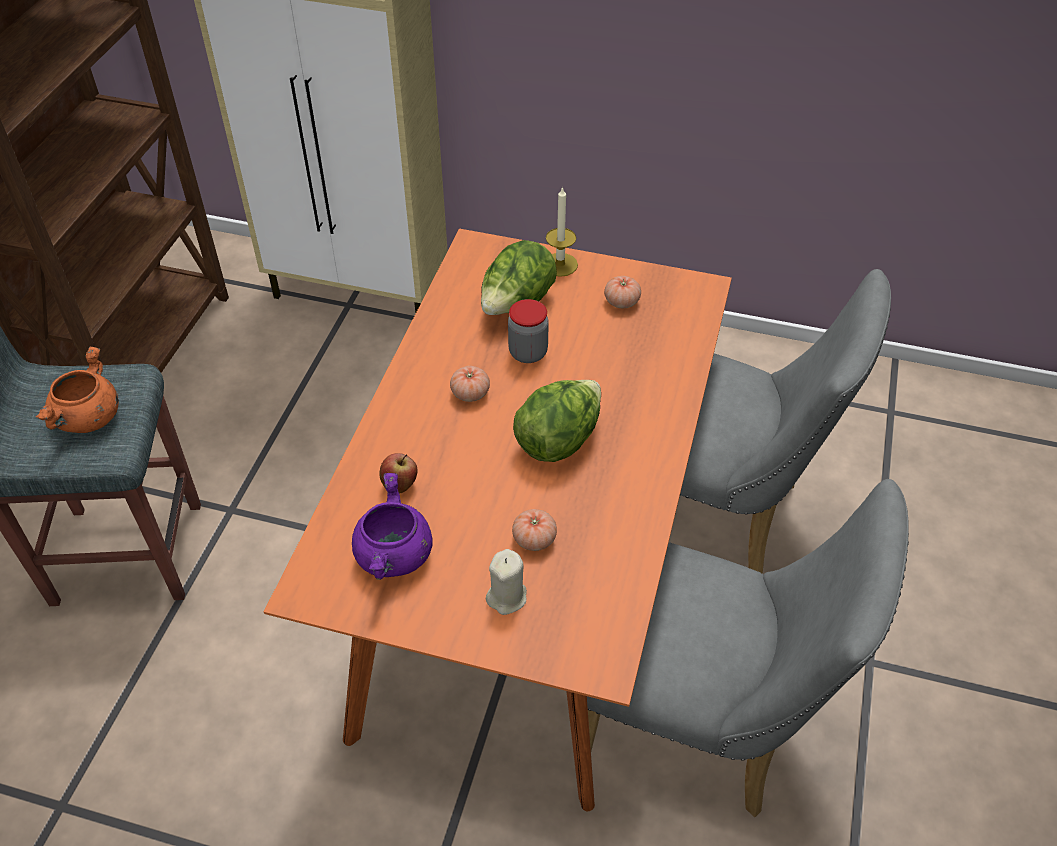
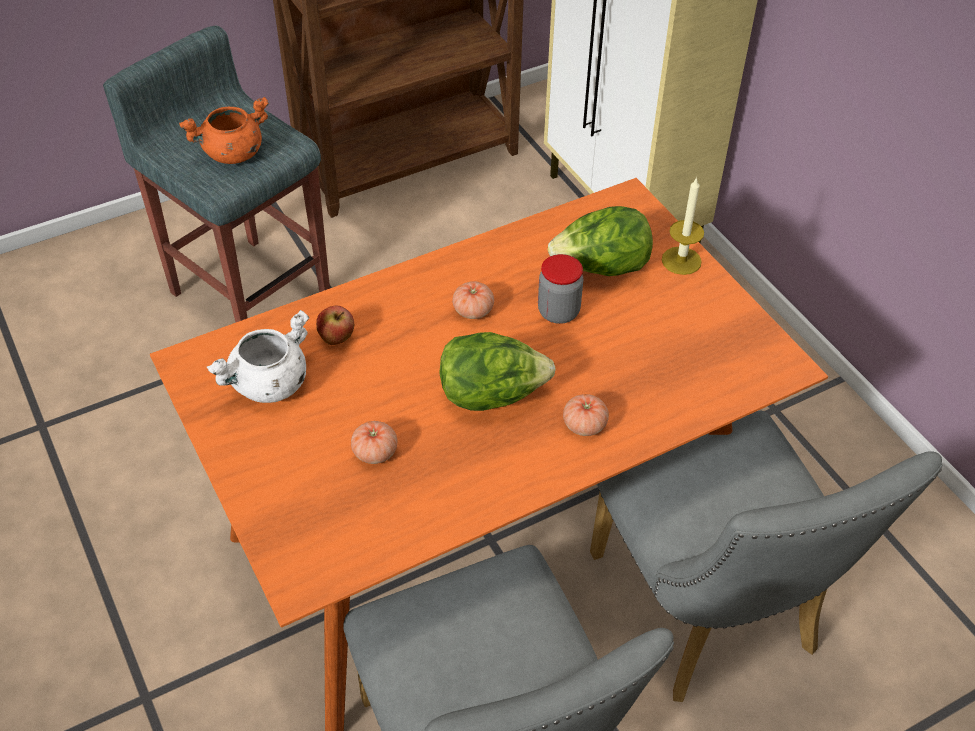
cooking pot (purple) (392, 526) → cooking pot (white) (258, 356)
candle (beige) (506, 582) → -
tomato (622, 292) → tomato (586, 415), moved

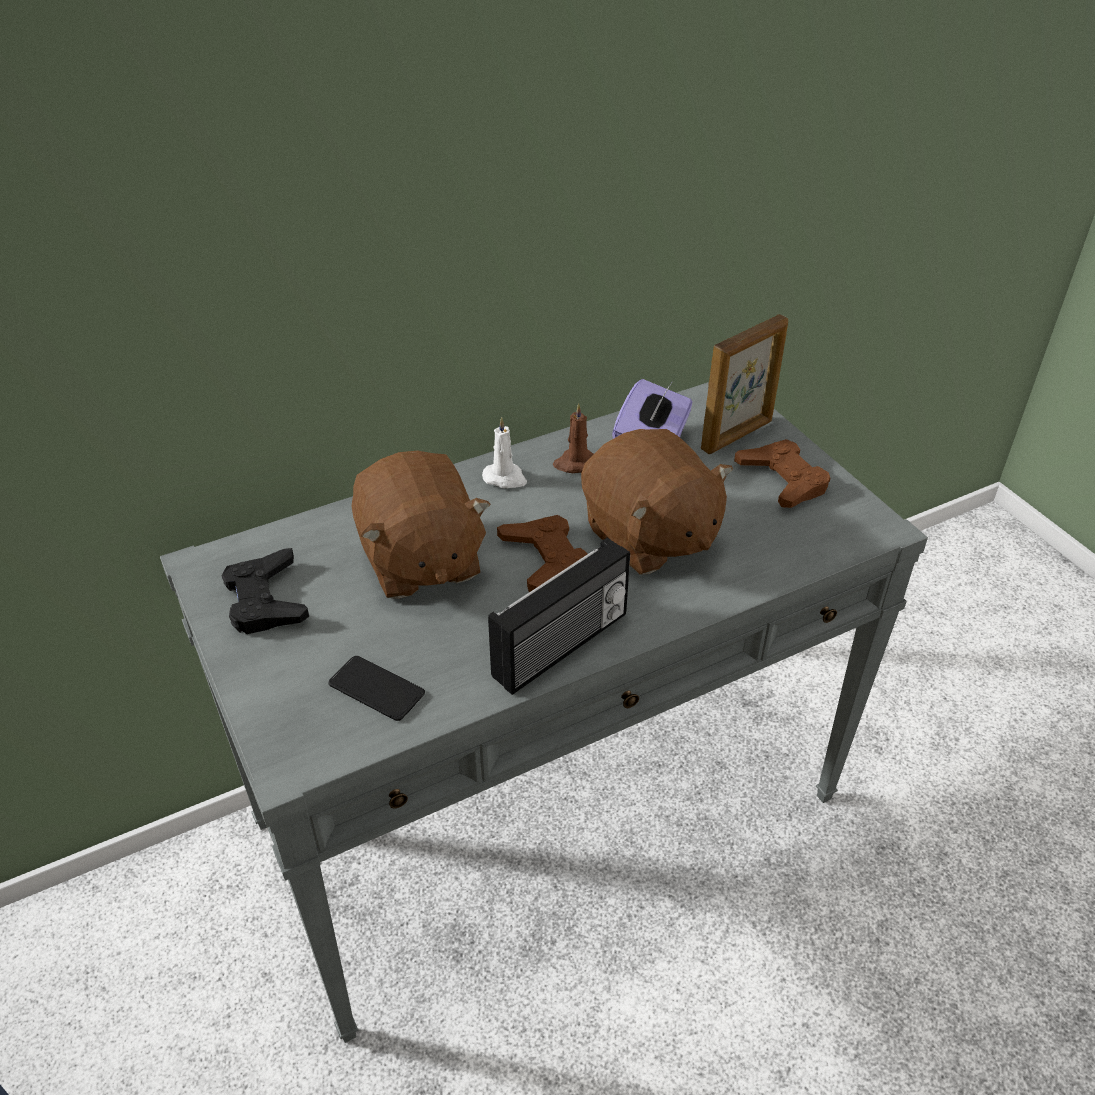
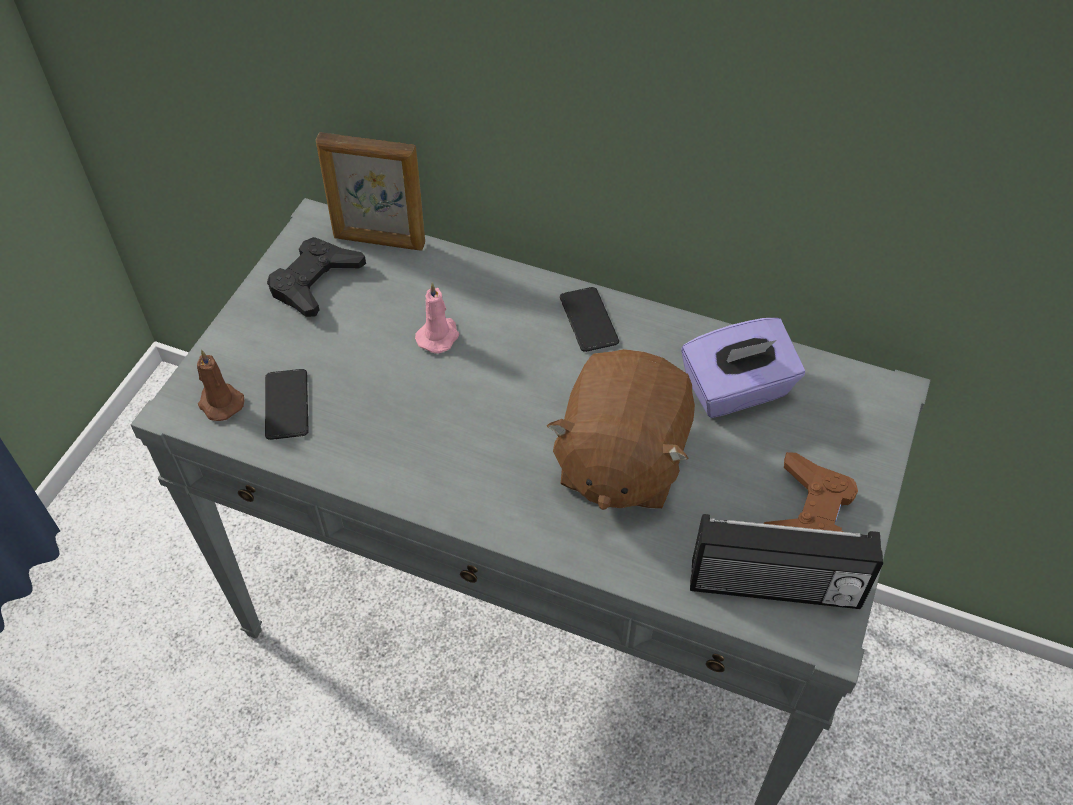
plush toy (brown) (421, 525) → candle (pink) (437, 317)
candle (white) (504, 453) → phone (589, 319)
radio (559, 616) → radio (786, 561), moved
game controller (brown) (542, 553) → -
candle (brown) (573, 438) → candle (brown) (220, 385), moved
picture frame (744, 384) → picture frame (370, 191), moved

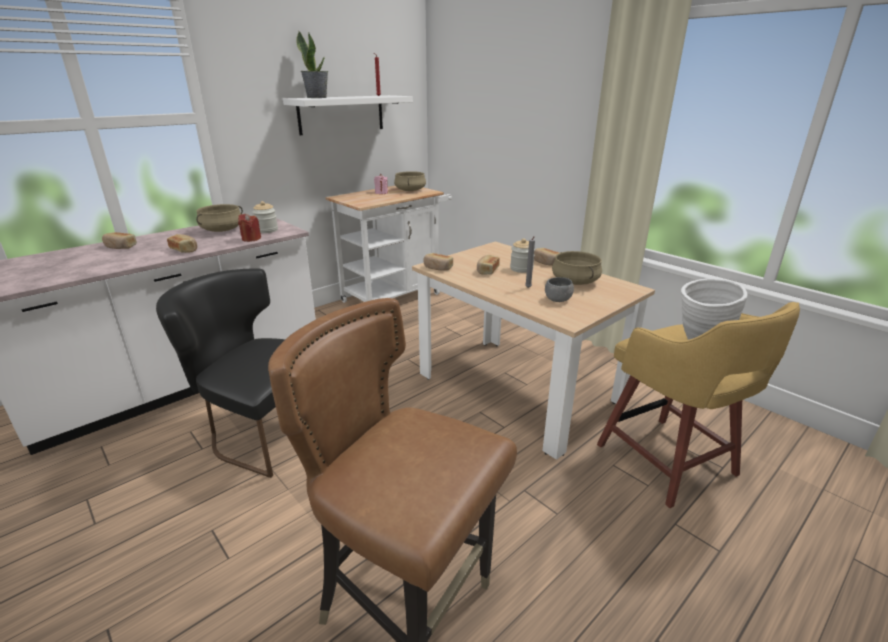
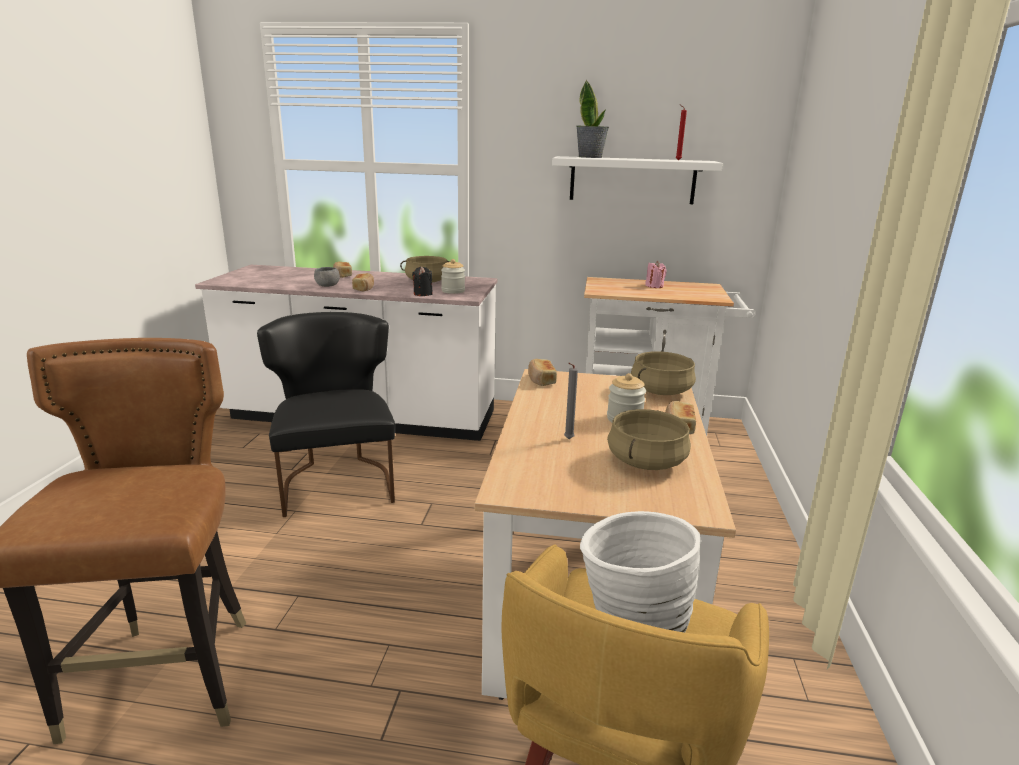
candle (red) (249, 227) → candle (black) (422, 281)
cooking pot (beige) (410, 181) → cooking pot (beige) (663, 373), moved
bread (488, 265) → -
bowl (grey) (559, 289) → bowl (grey) (327, 277), moved

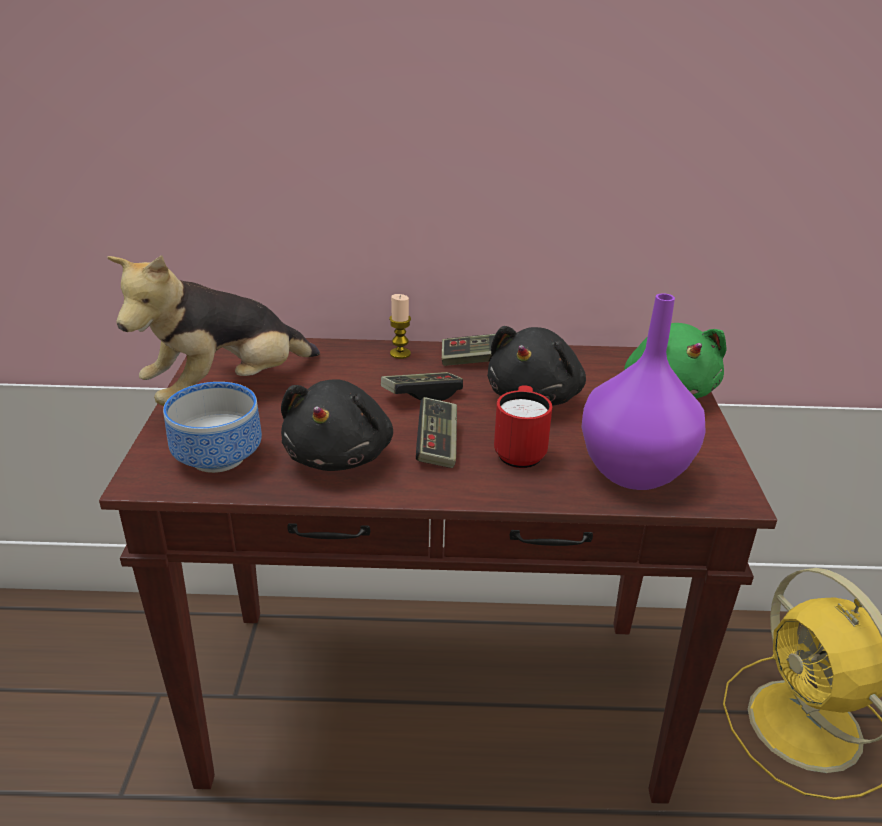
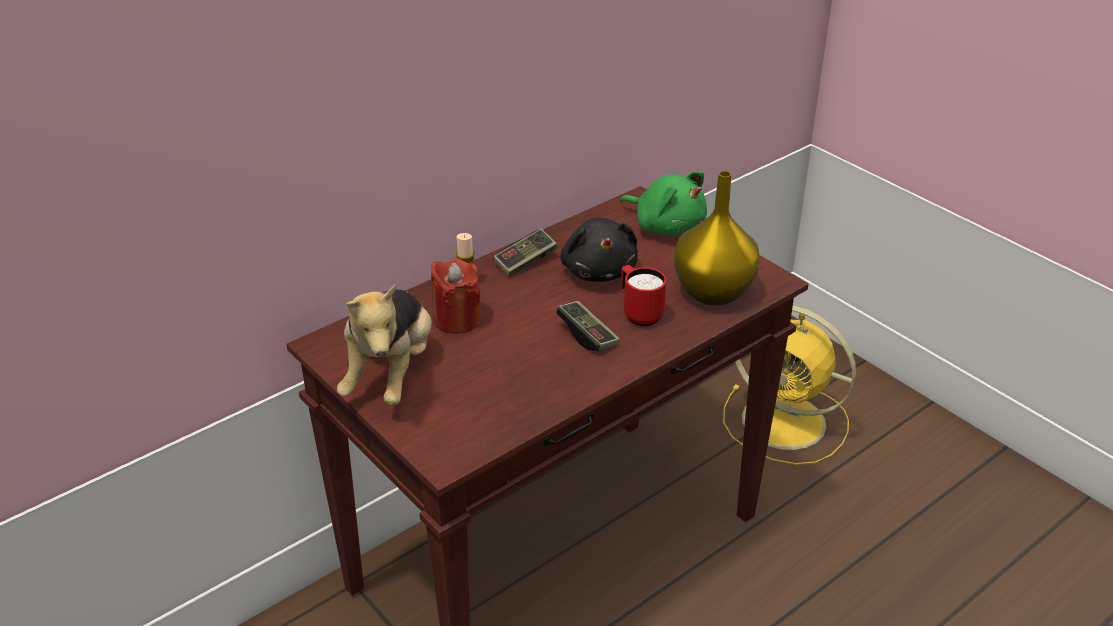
bowl (212, 427) → -
plush toy (black) (337, 425) → -
game controller (422, 386) → -
vase (purple) (643, 391) → vase (yellow) (717, 238)
- → candle (red) (456, 296)

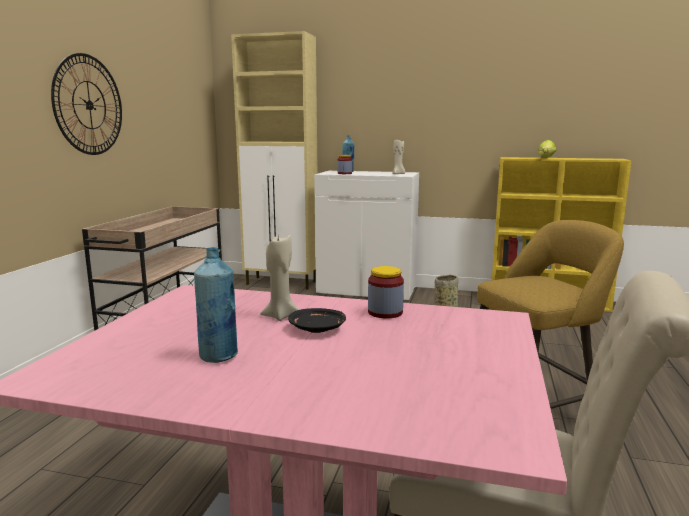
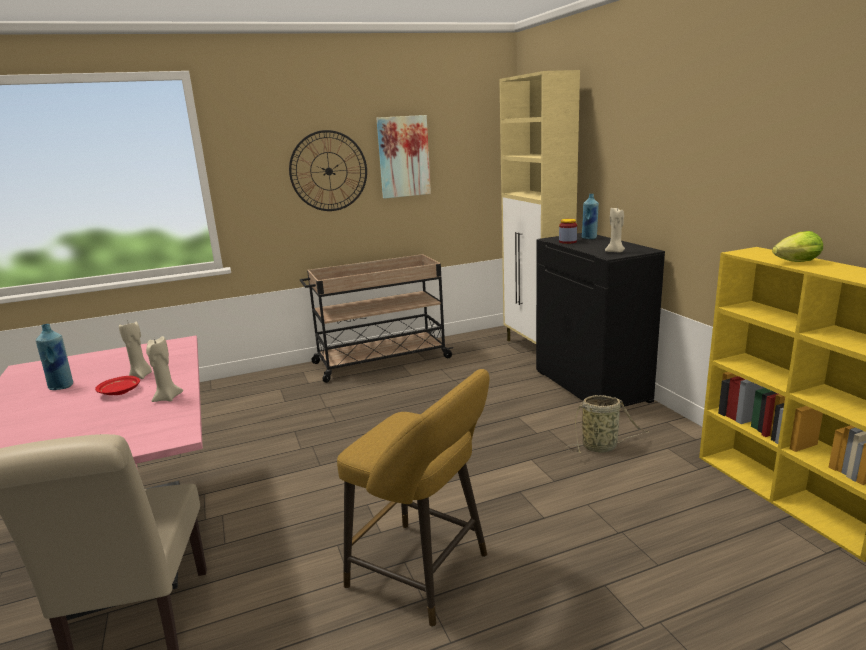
plate (black) (317, 320) → plate (red) (117, 385)
cabinet (white) (366, 236) → cabinet (black) (600, 320)
jar (386, 292) → candle (beige) (164, 369)
- → picture (403, 157)

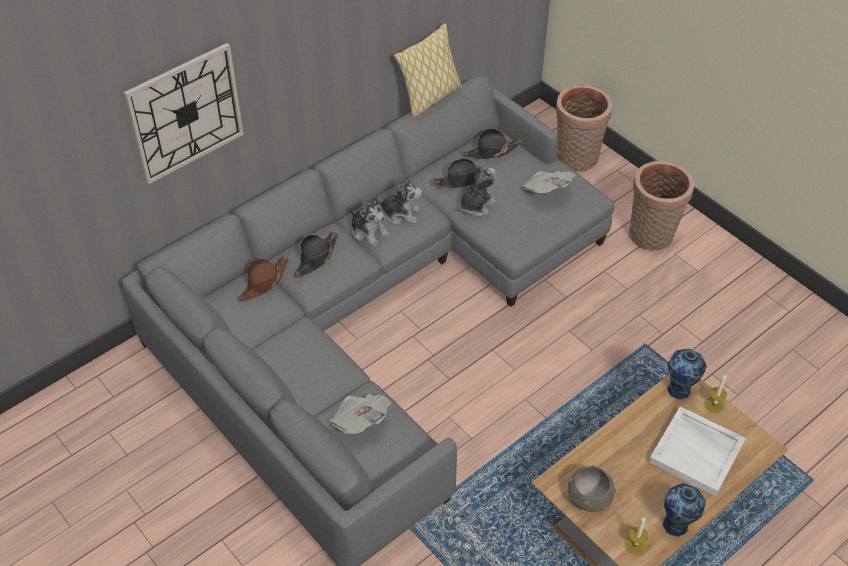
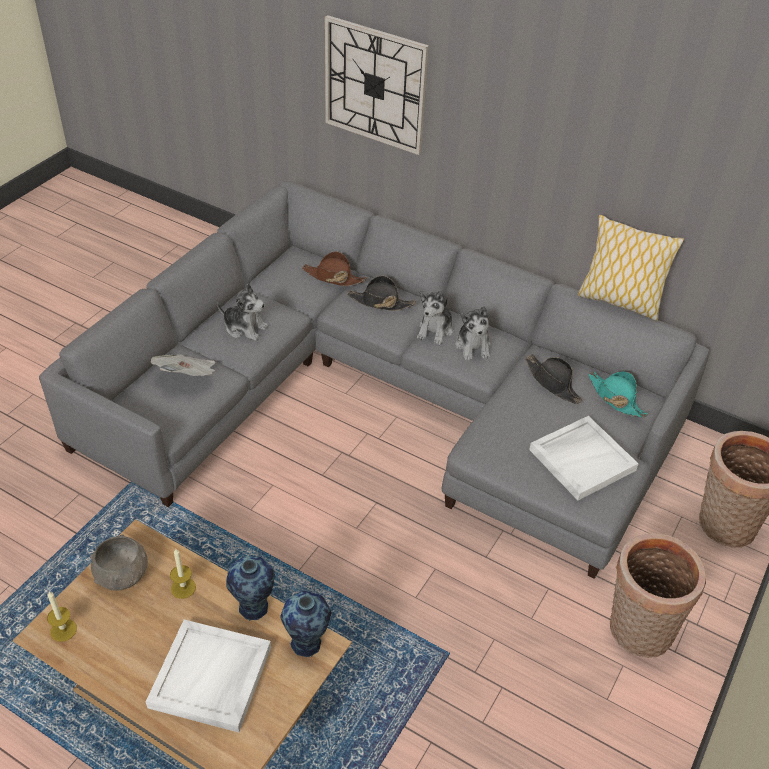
plush toy (478, 190) → plush toy (242, 312), moved
hat (black) (492, 143) → hat (turquoise) (618, 394)
newspaper (549, 182) → tray (white) (584, 458)
vase (684, 510) → vase (250, 588), moved
candle (716, 393) → candle (183, 574), moved

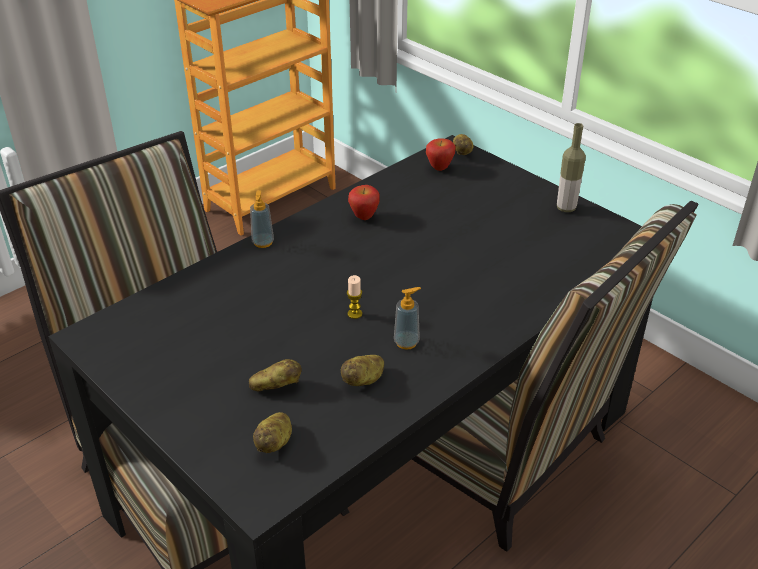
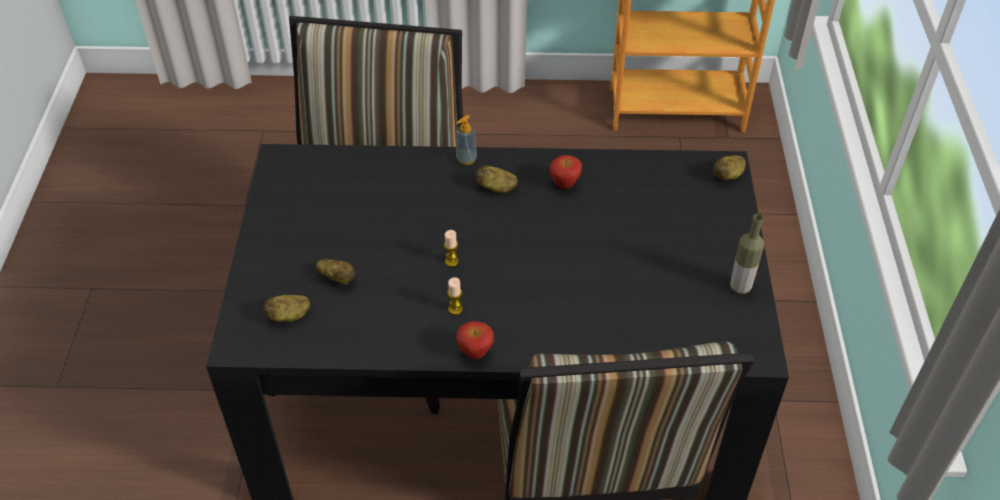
potato (362, 370) → potato (497, 179), moved
soap dispenser (407, 318) → candle (455, 296)
apple (441, 154) → apple (475, 340), moved

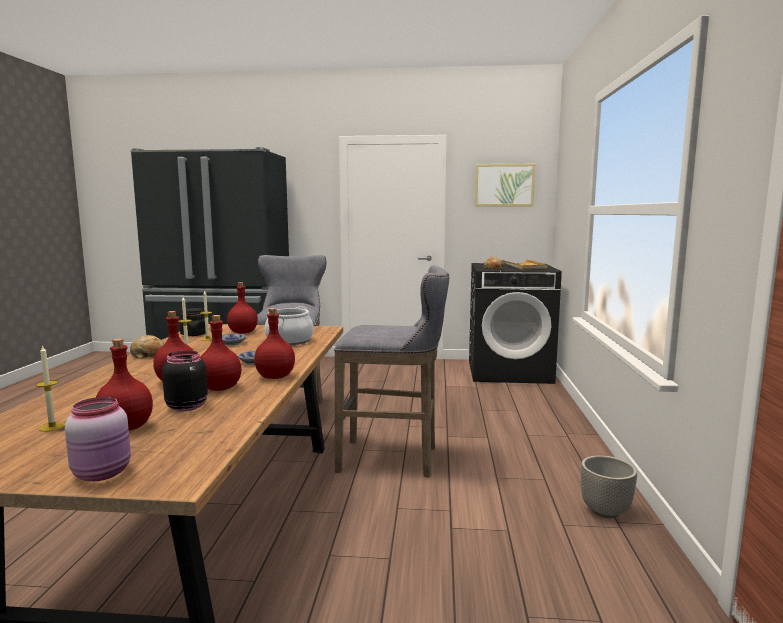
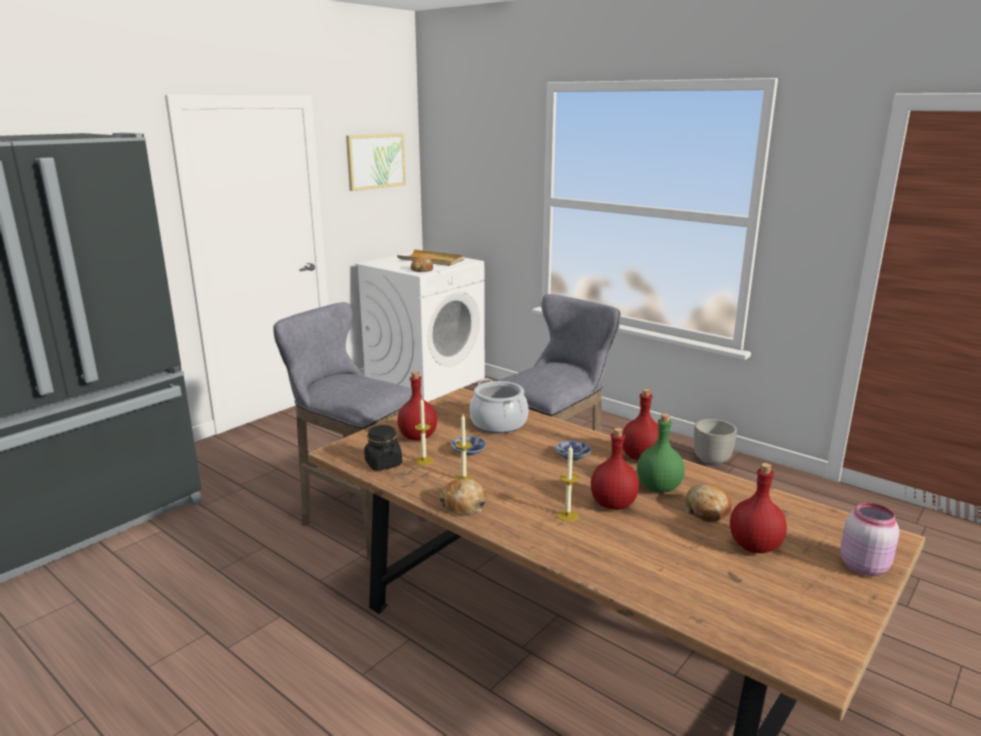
candle (50, 388) → candle (568, 483), moved
jar (black) (185, 381) → bread (708, 503)
bottle (red) (221, 353) → bottle (green) (661, 453)
washing machine (black) (515, 323) → washing machine (white) (420, 326)

